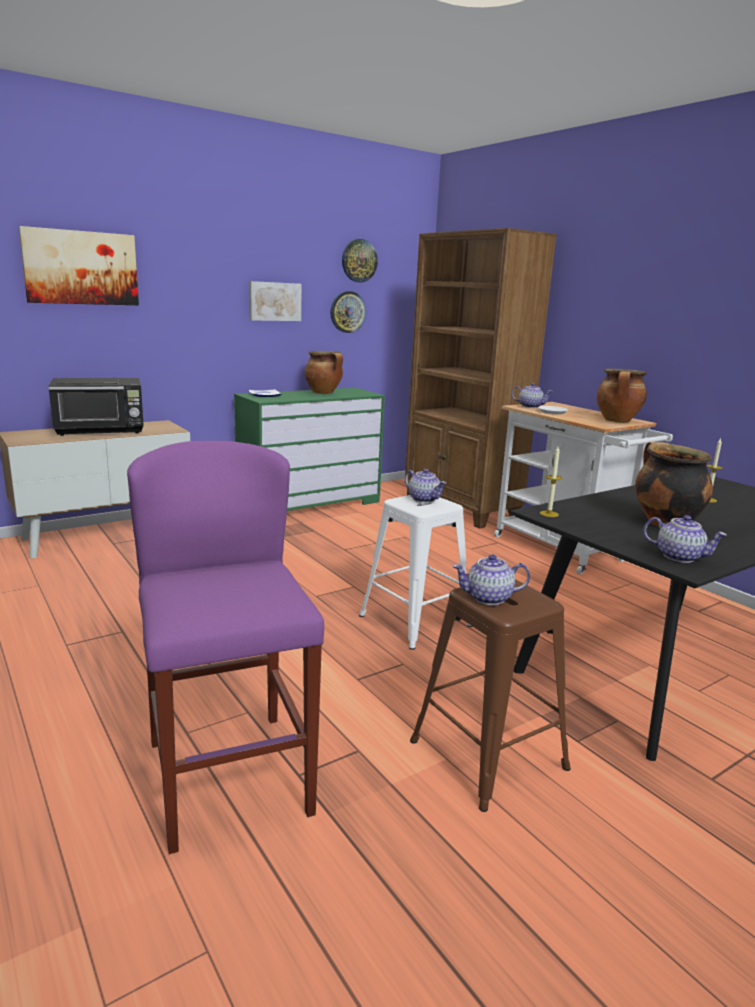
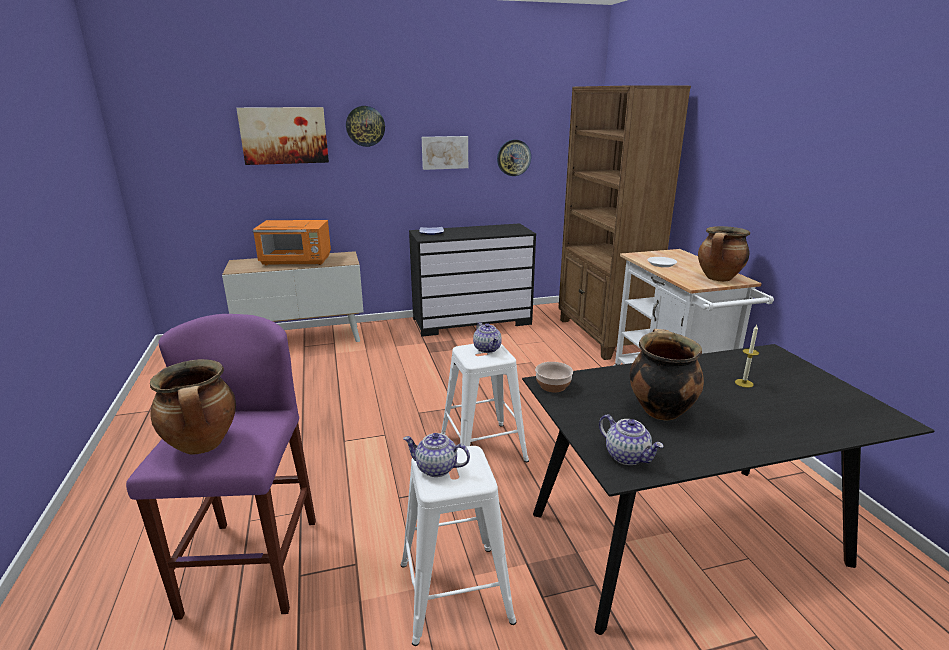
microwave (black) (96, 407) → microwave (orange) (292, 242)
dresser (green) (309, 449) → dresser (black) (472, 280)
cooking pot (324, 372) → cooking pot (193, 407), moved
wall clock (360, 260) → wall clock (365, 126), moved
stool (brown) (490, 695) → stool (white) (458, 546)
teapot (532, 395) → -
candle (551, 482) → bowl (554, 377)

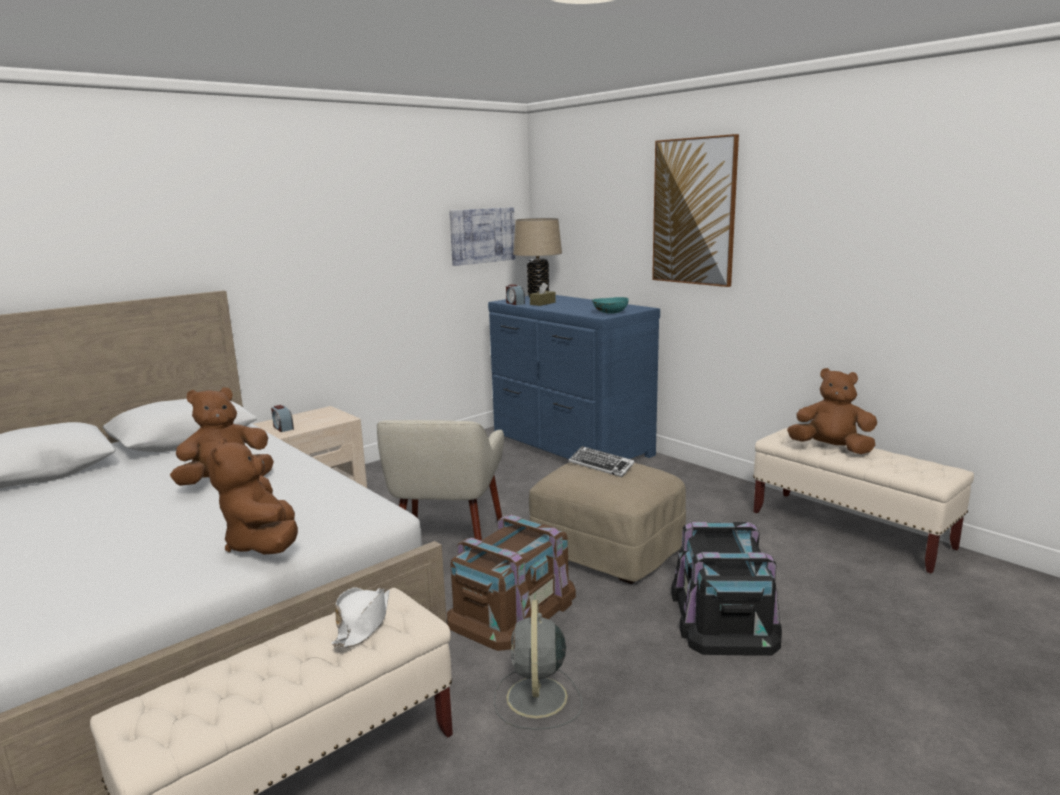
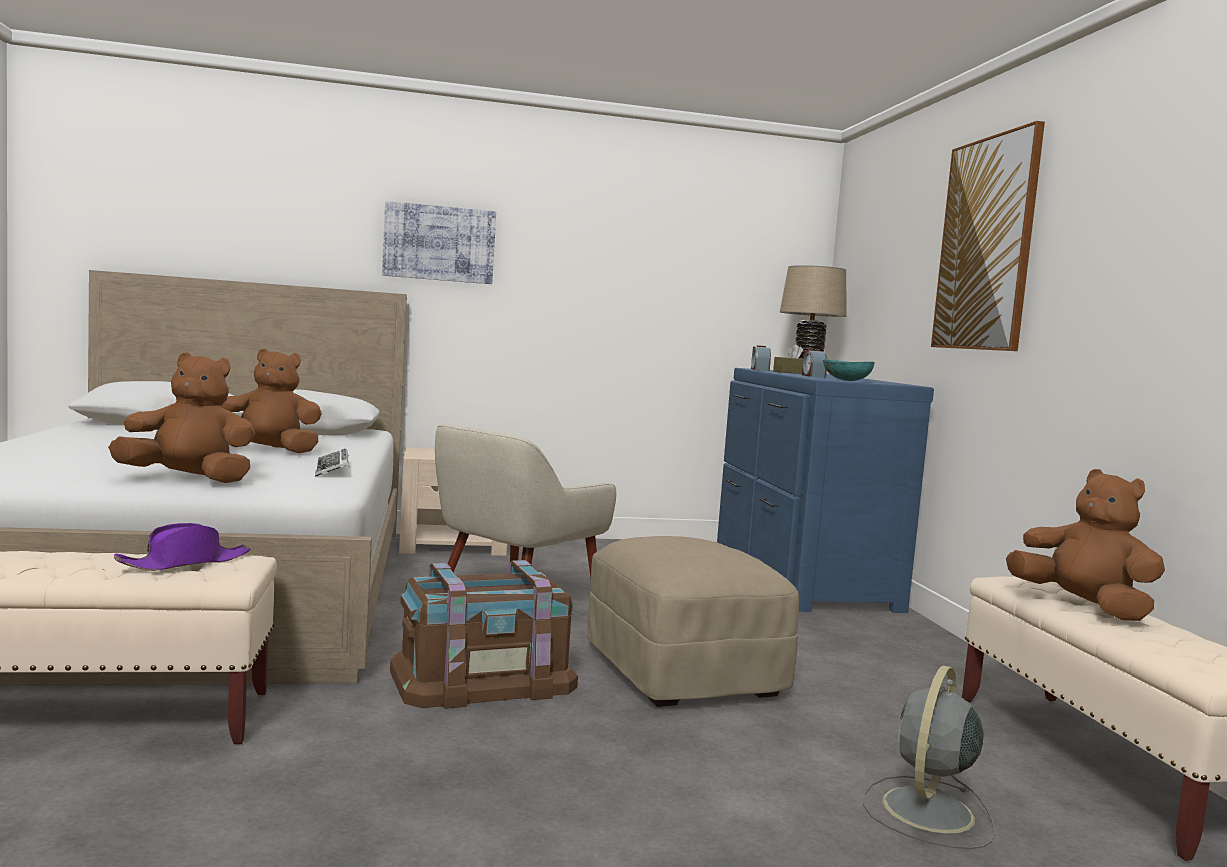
plush toy (brown) (252, 496) → plush toy (brown) (181, 417), 75 degrees clockwise
alarm clock (282, 418) → alarm clock (814, 363), moved
hat (white) (360, 617) → hat (purple) (182, 547)
picture (482, 236) → picture (439, 242), moved
fan (grey) (538, 665) → fan (grey) (929, 757), moved
keyboard (602, 461) → keyboard (332, 463), moved
storage box (black) (726, 589) → -

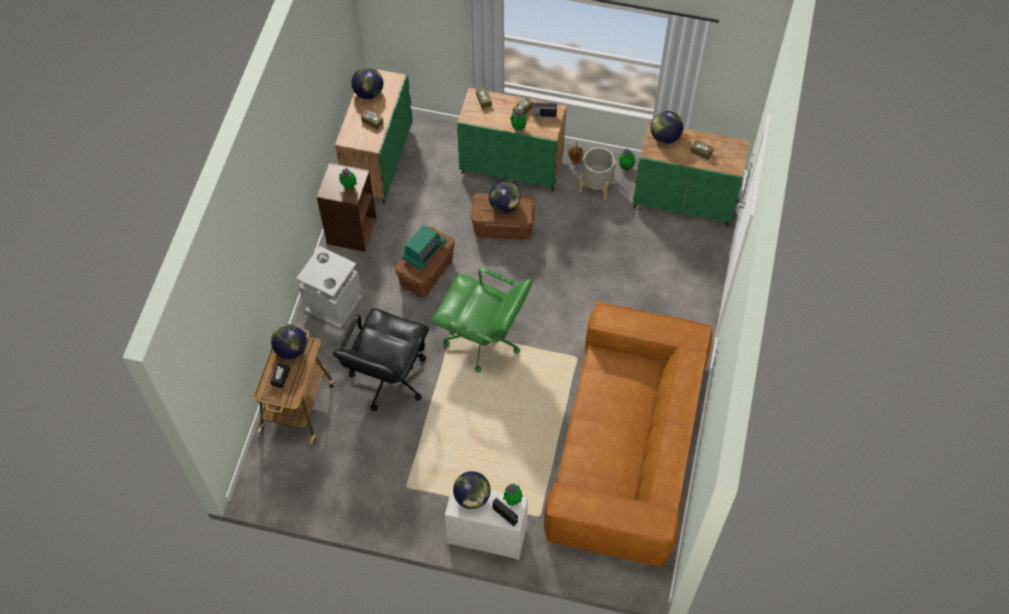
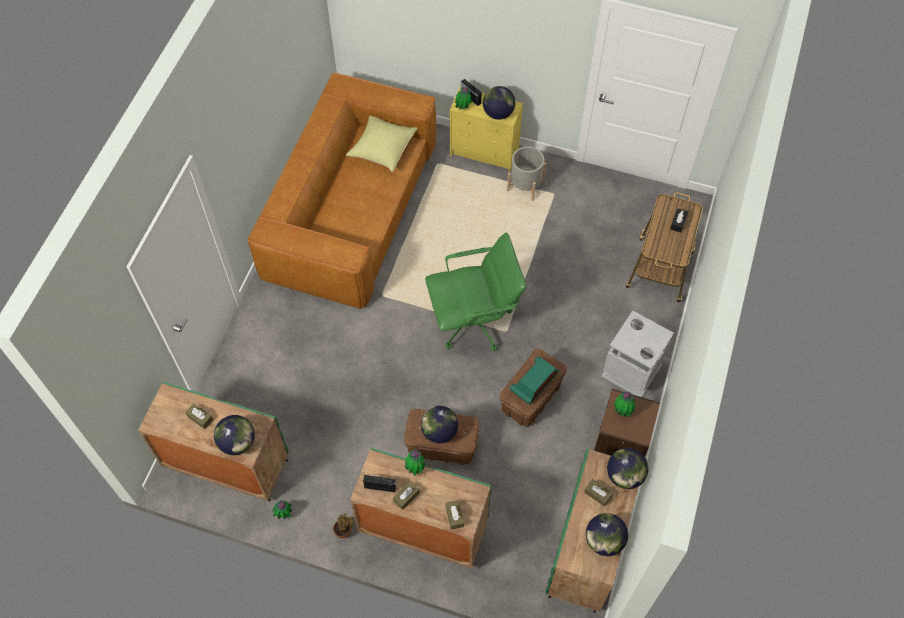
globe (289, 341) → globe (627, 468), moved
office chair (black) (381, 359) → -
office chair (green) (482, 320) → office chair (green) (475, 292), 135 degrees clockwise
dresser (white) (486, 520) → dresser (yellow) (486, 129)
planter (grey) (597, 173) → planter (grey) (526, 173), moved
- → pillow (yellow) (381, 144)

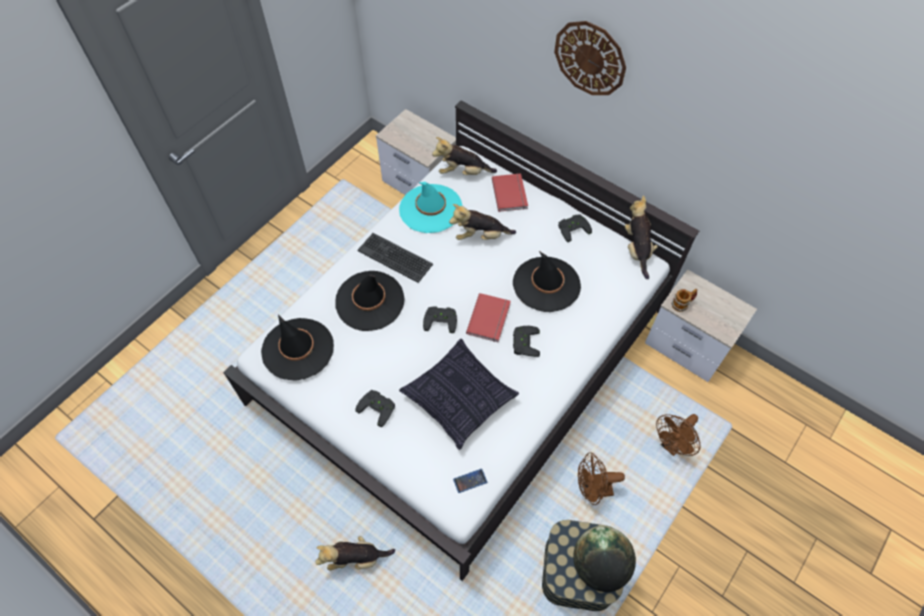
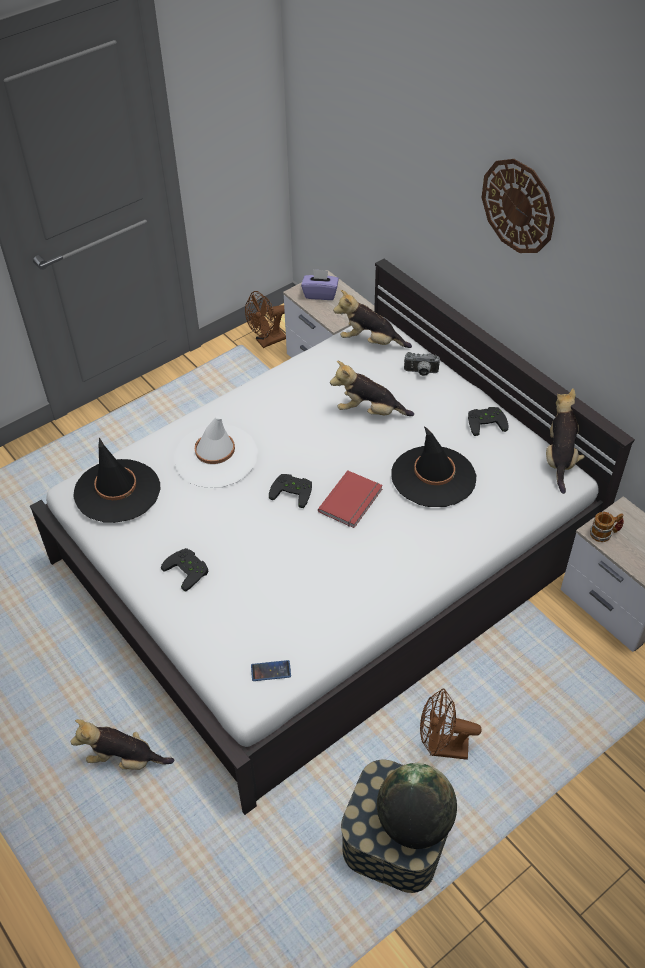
hat (black) (369, 301) → hat (white) (215, 452)
keyboard (395, 258) → -
hat (turquoise) (431, 207) → -
pillow (459, 394) → -
book (red) (510, 192) → photo camera (422, 364)
game controller (black) (526, 341) → -
fan (brown) (678, 435) → fan (brown) (265, 319), moved
- → tissue box (purple) (320, 284)

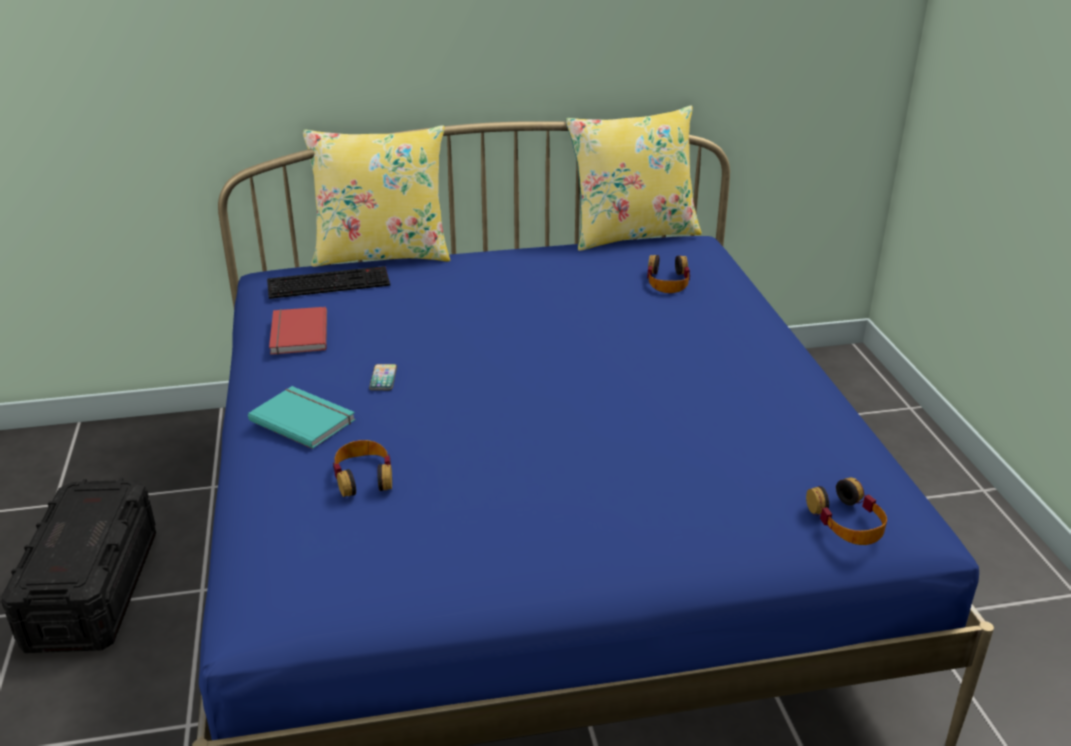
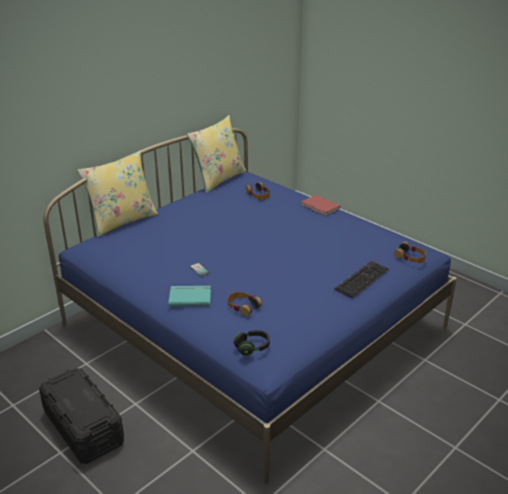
keyboard (328, 282) → keyboard (362, 279), moved
book (red) (298, 331) → book (red) (321, 205), moved
- → headphones (black) (251, 343)

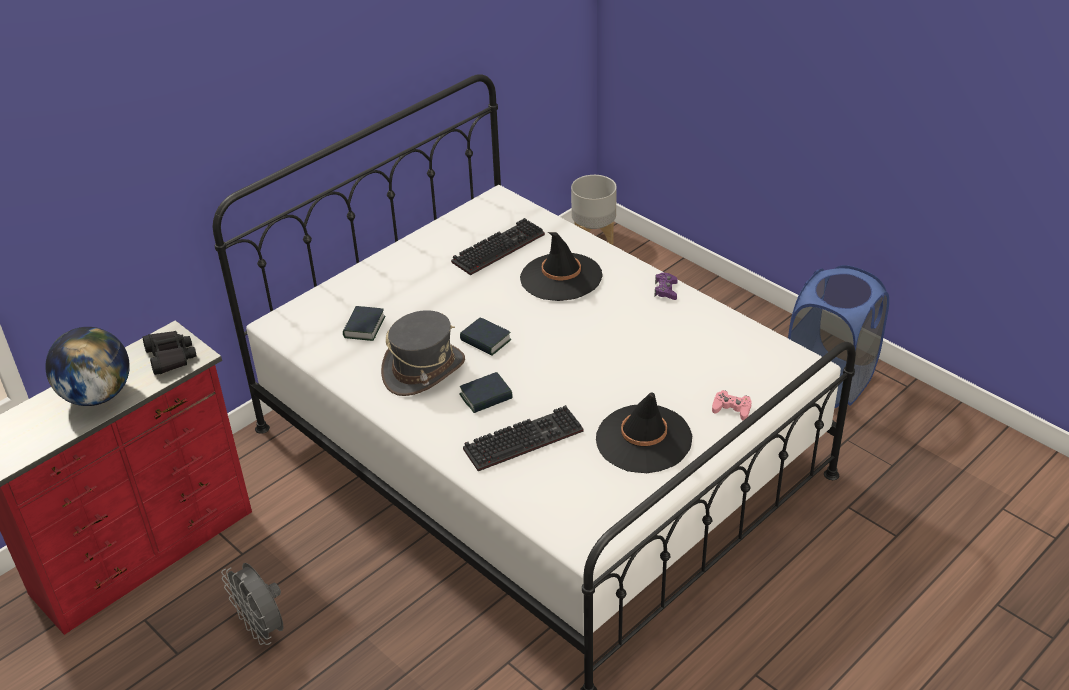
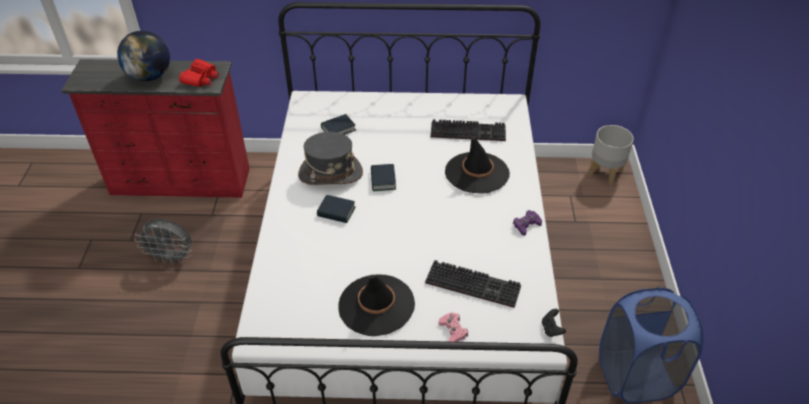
binoculars (black) (169, 353) → binoculars (red) (199, 73)
fan (grey) (252, 604) → fan (grey) (163, 242), 90 degrees counterclockwise
keyboard (523, 438) → keyboard (473, 284), moved
- → game controller (black) (554, 323)

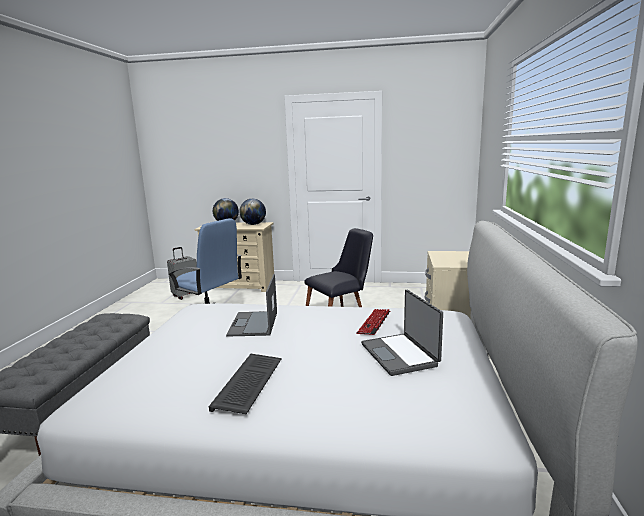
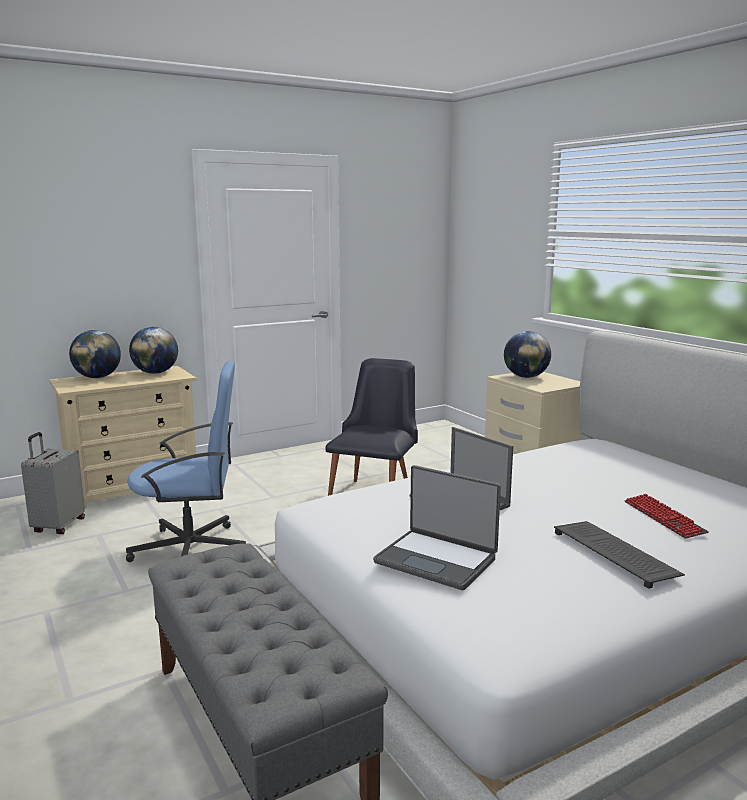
keyboard (373, 322) → keyboard (666, 516), moved
laptop (402, 333) → laptop (437, 527), moved
- → globe (527, 354)

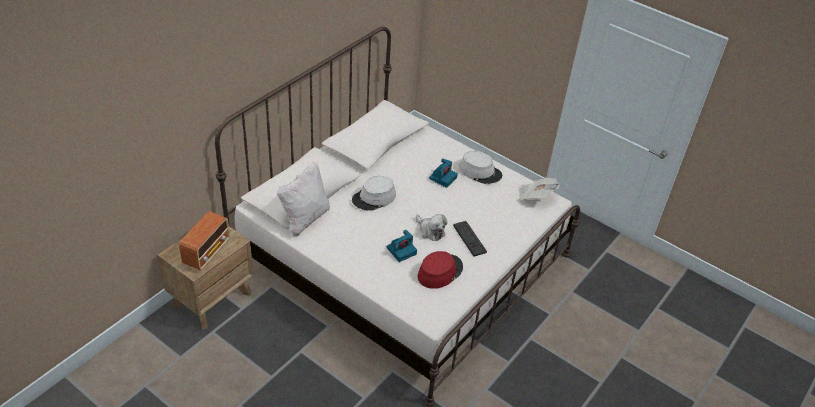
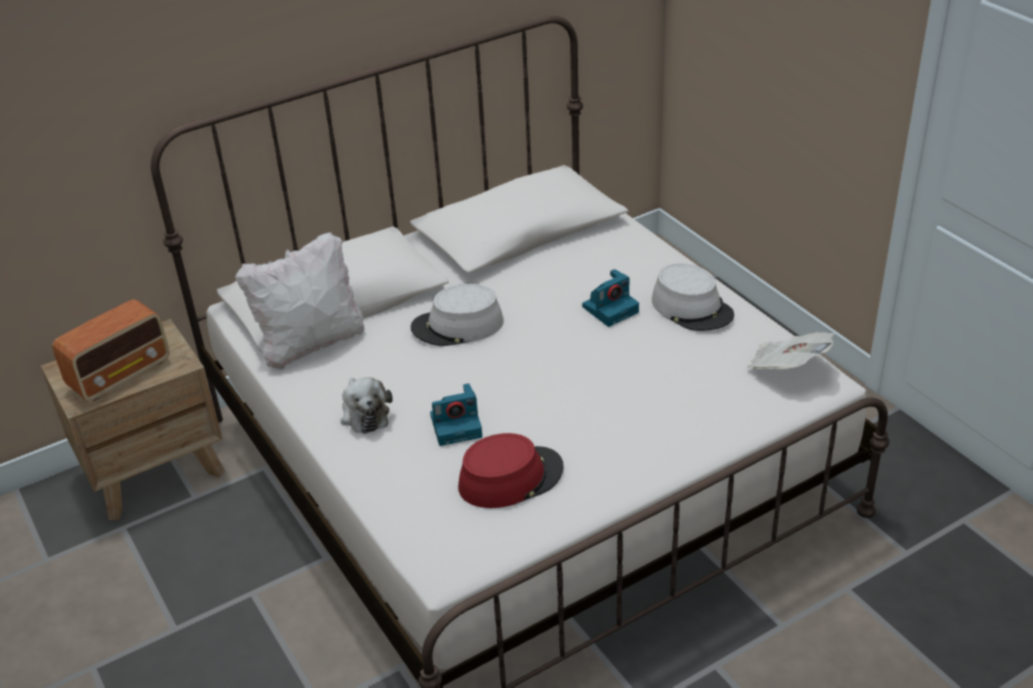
plush toy (432, 227) → plush toy (367, 405), moved
keyboard (470, 238) → -

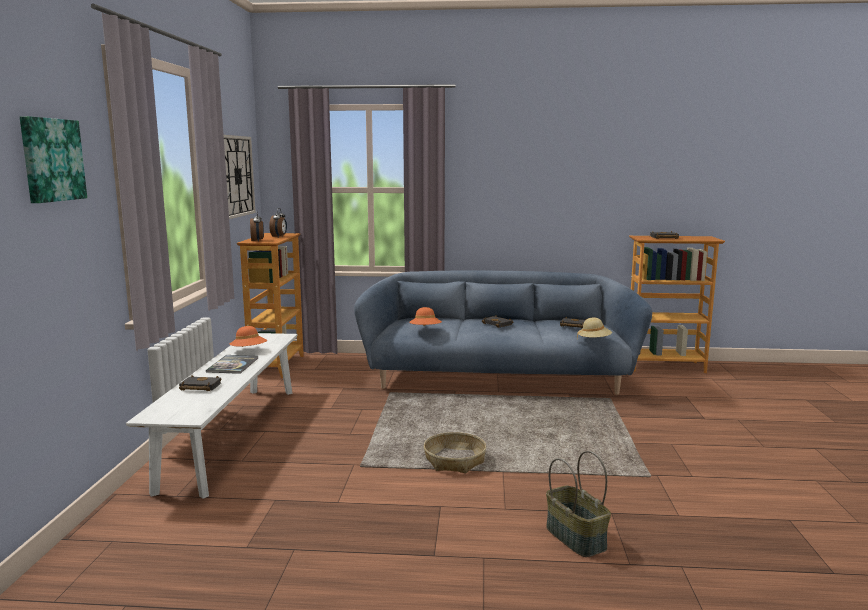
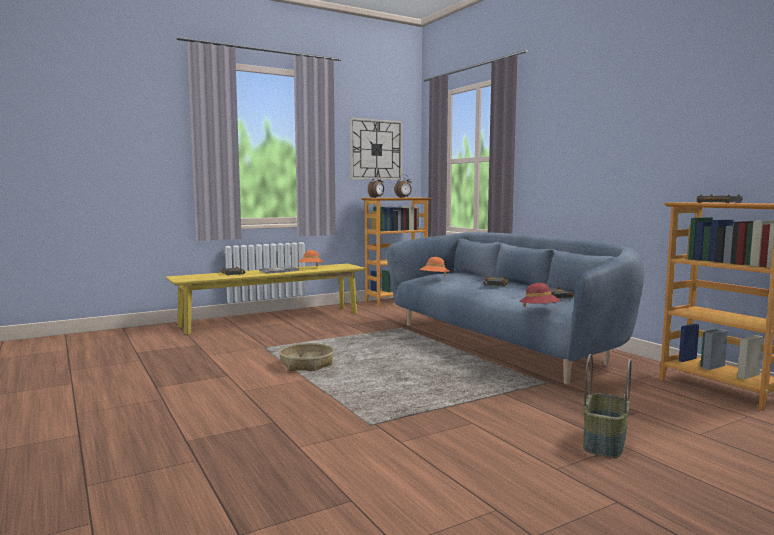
picture (53, 159) → -
bench (white) (211, 416) → bench (yellow) (265, 298)
basket (578, 504) → basket (607, 406), moved
hat (beige) (594, 329) → hat (red) (540, 295)

